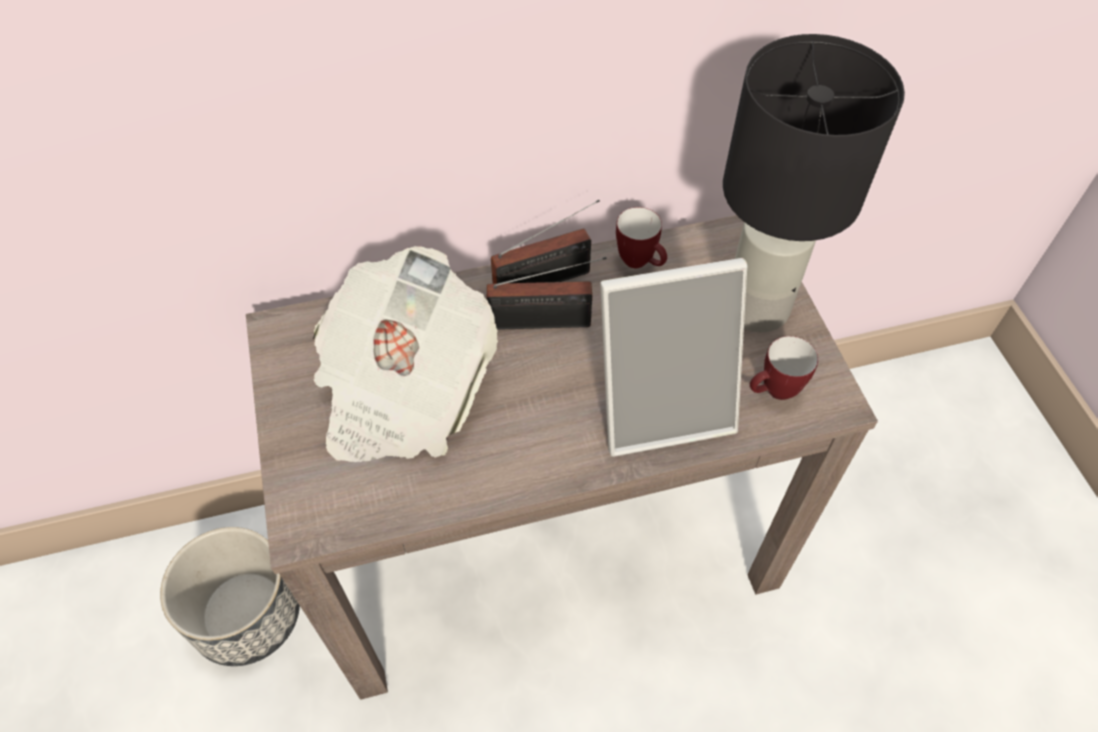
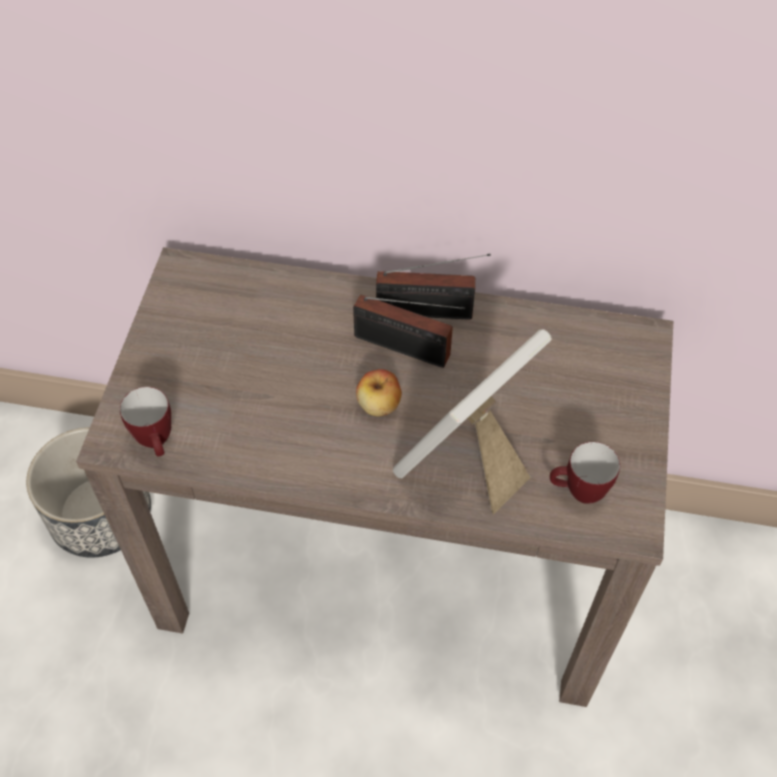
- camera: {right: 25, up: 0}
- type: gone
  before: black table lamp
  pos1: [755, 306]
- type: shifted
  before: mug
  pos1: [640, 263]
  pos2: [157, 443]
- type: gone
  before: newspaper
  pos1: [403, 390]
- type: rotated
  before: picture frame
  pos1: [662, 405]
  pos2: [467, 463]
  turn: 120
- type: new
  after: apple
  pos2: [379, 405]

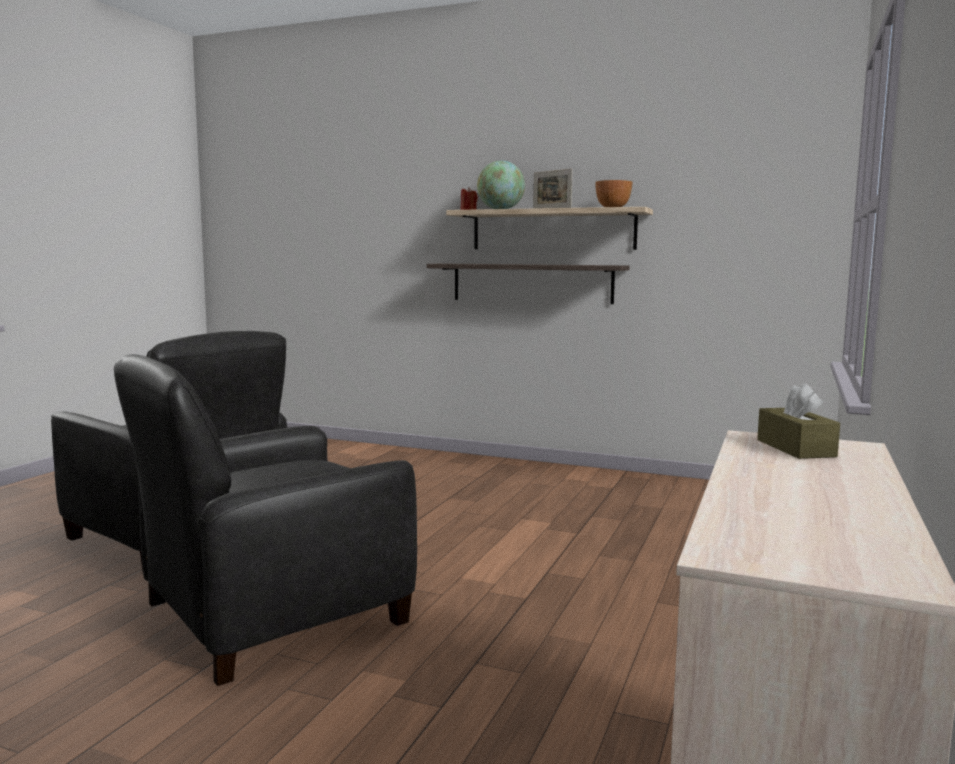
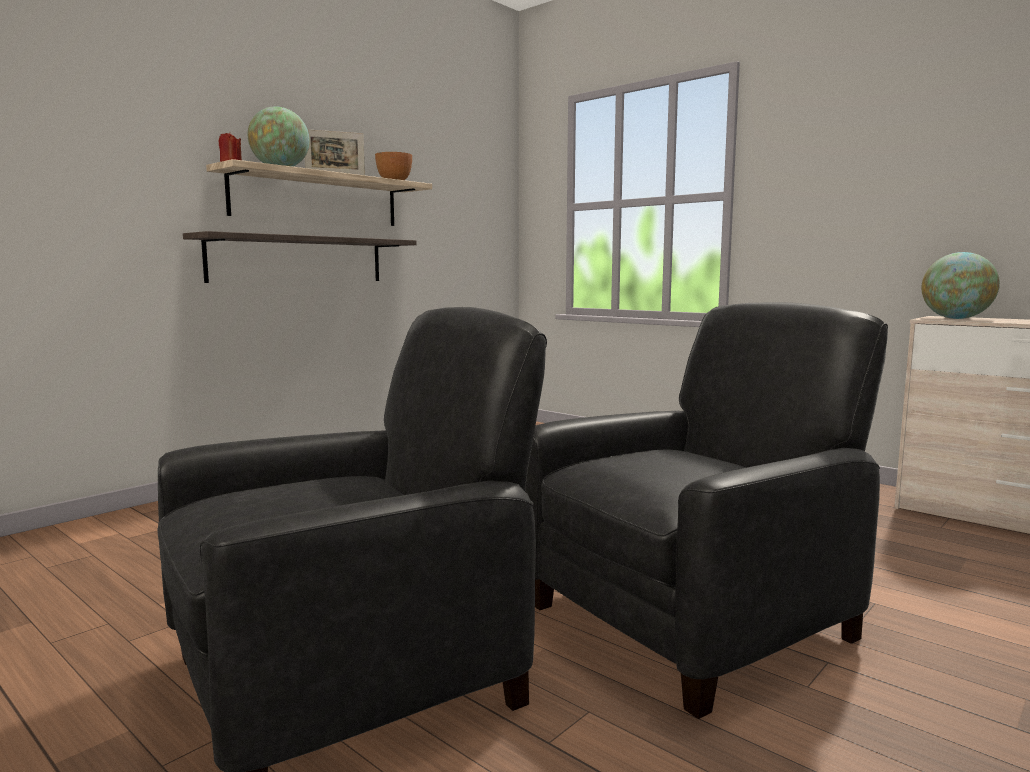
- camera: {right: -70, up: 0}
- type: rotated
  before: black armchair
  pos1: [271, 614]
  pos2: [692, 620]
  turn: -105
- type: swapped
  before: brown tissue box
  after: globe
  pos1: [795, 448]
  pos2: [956, 318]

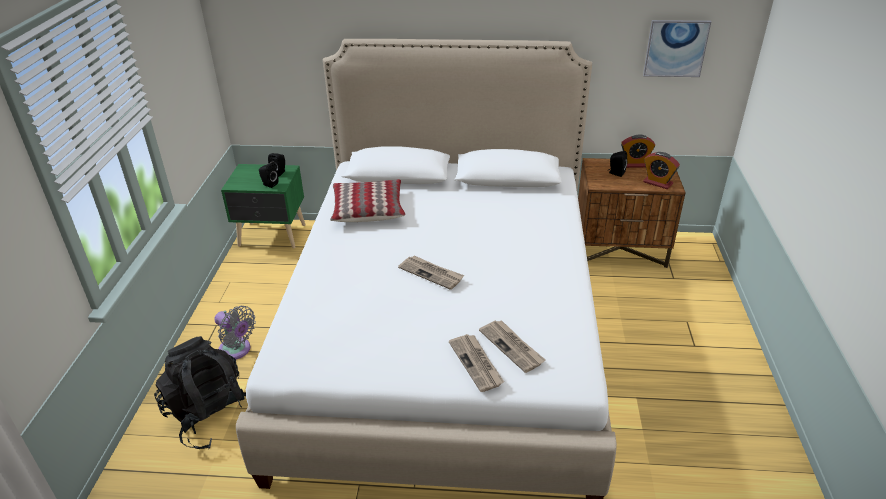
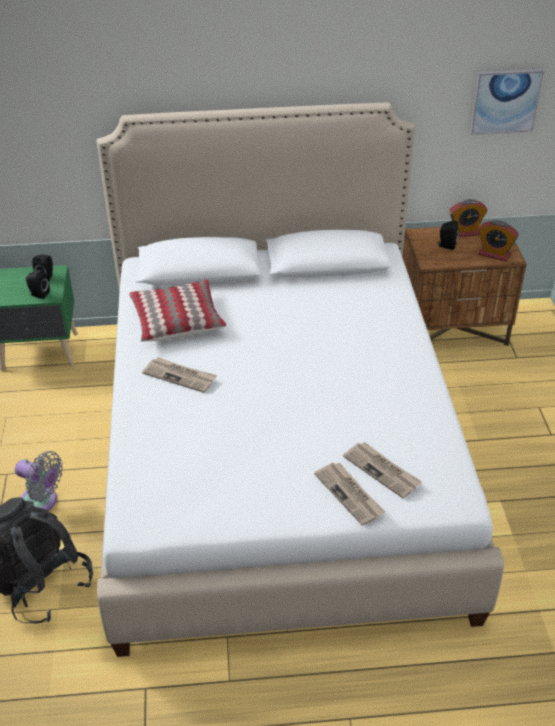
- camera: {right: -10, up: 5}
- type: shifted
  before: newspaper
  pos1: [431, 273]
  pos2: [180, 376]

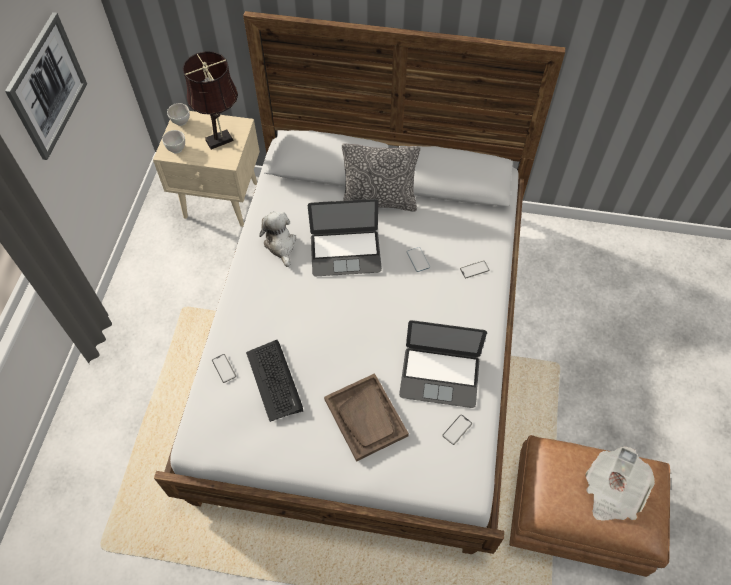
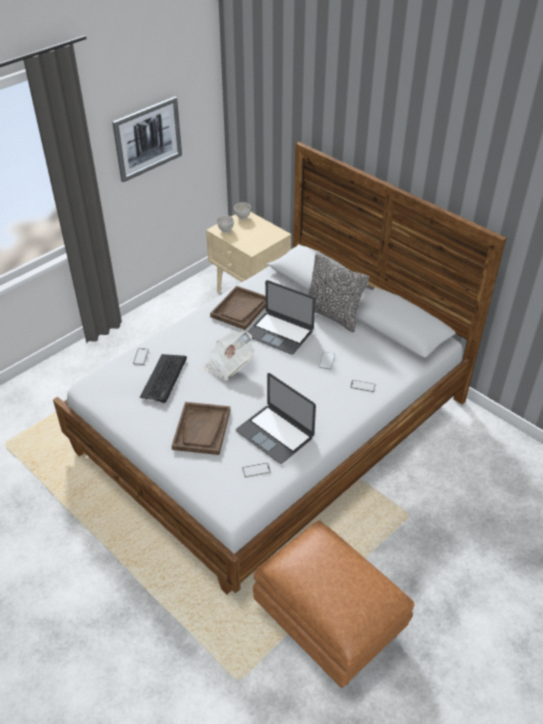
- camera: {right: 35, up: -15}
- type: gone
  before: brown table lamp
  pos1: [222, 139]
- type: swapped
  before: plush toy
  after: brown tray
  pos1: [280, 245]
  pos2: [240, 309]
- type: shifted
  before: newspaper
  pos1: [612, 491]
  pos2: [229, 364]

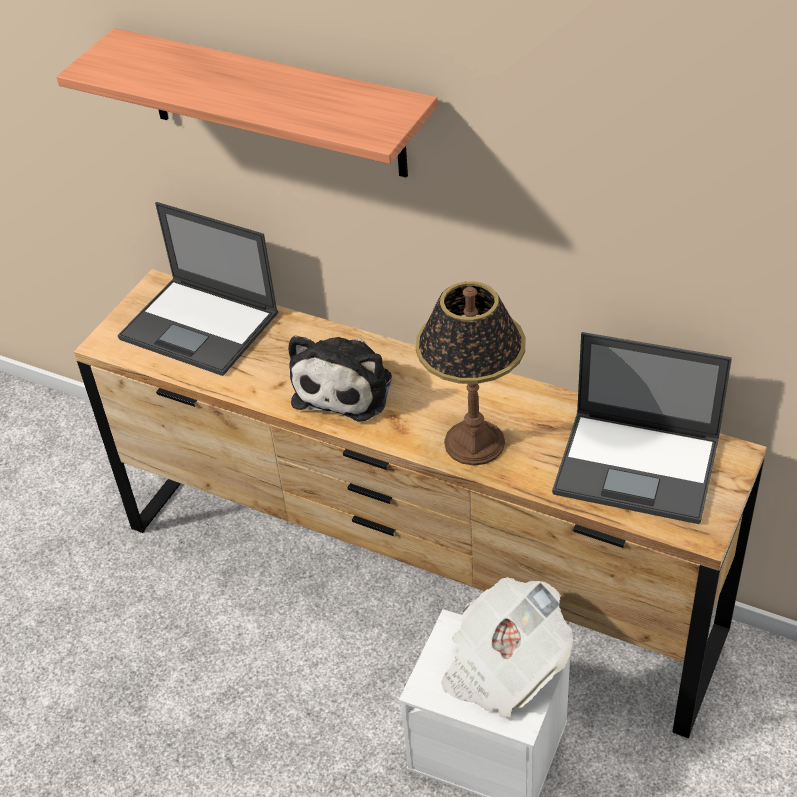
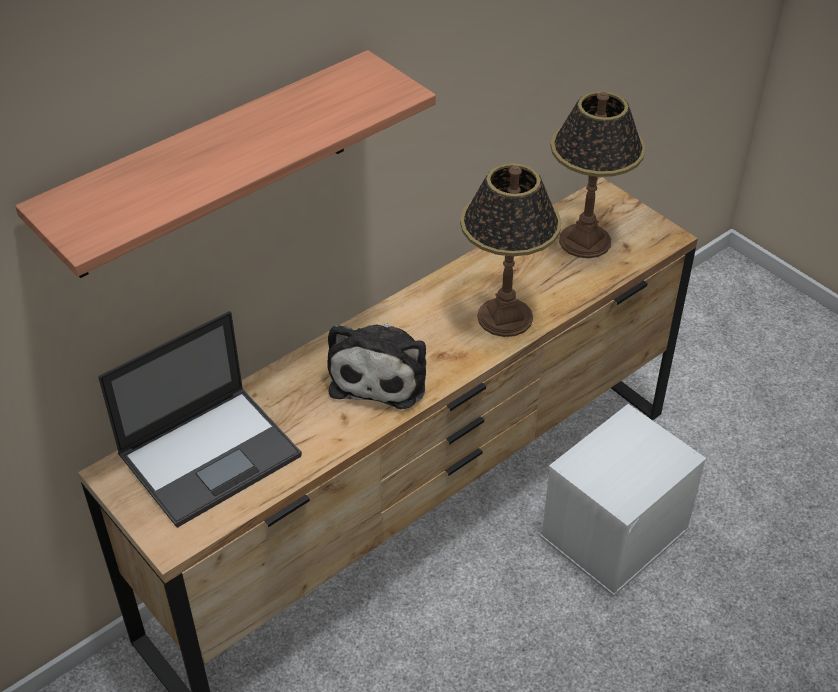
- camera: {right: -70, up: 0}
- type: swapped
  before: laptop
  after: table lamp
  pos1: [639, 466]
  pos2: [585, 241]
- type: rotated
  before: plush toy
  pos1: [346, 387]
  pos2: [381, 373]
  turn: 60
- type: gone
  before: newspaper
  pos1: [503, 666]

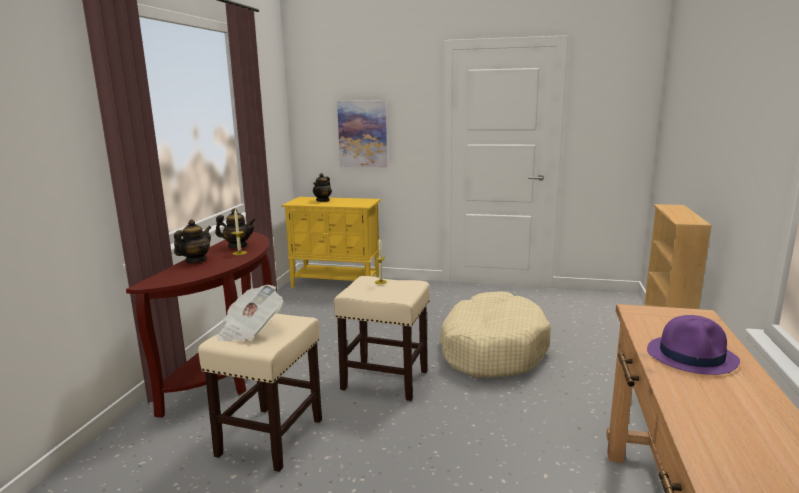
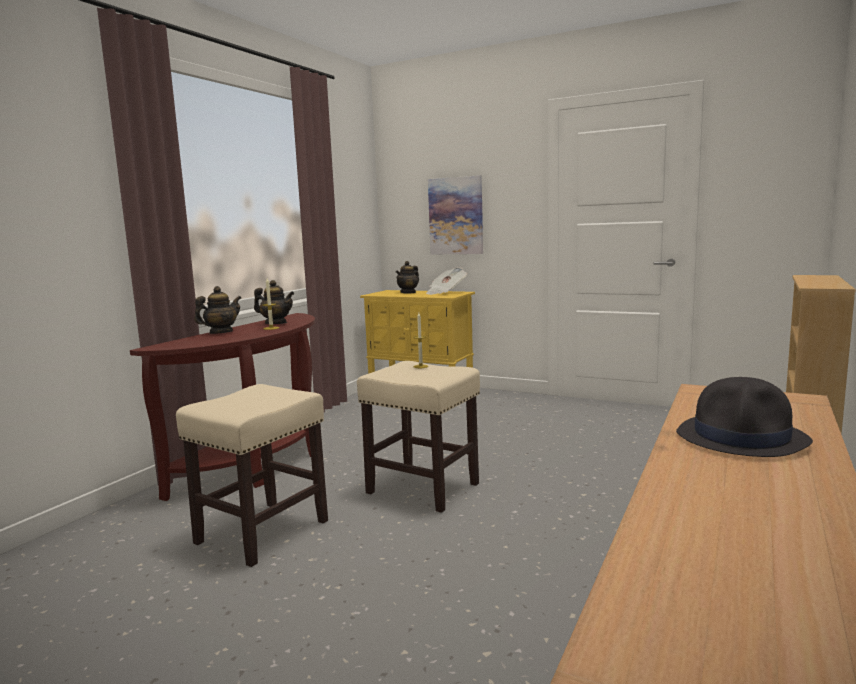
- camera: {right: 15, up: -5}
- type: shifted
  before: newspaper
  pos1: [250, 330]
  pos2: [445, 292]
- type: gone
  before: beige dog bed
  pos1: [492, 349]
- type: repainted
  before: purple hat
  after: black hat
  pos1: [692, 356]
  pos2: [742, 438]

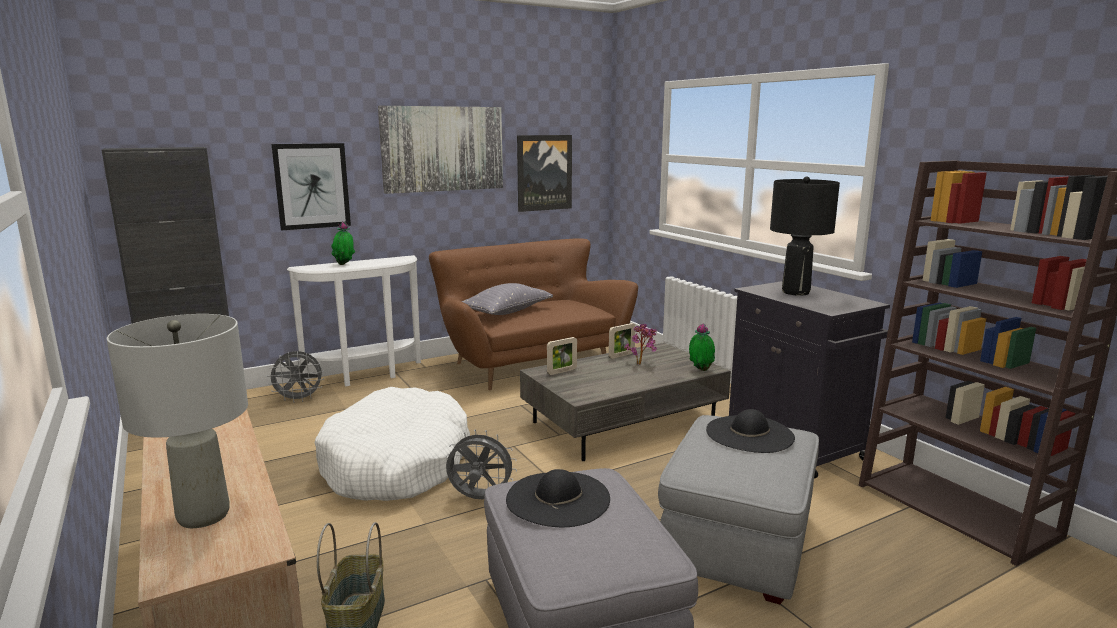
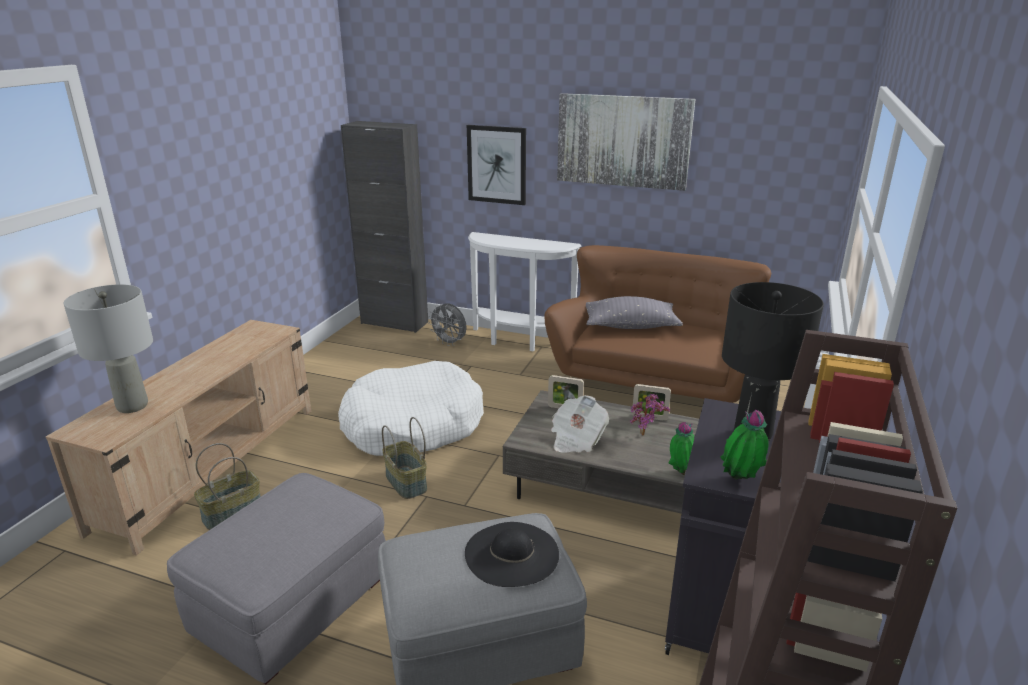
- camera: {right: 50, up: 10}
- type: gone
  before: picture
  pos1: [544, 172]
- type: shifted
  before: potted plant
  pos1: [344, 265]
  pos2: [740, 480]
- type: swapped
  before: grey fan
  after: basket
  pos1: [479, 499]
  pos2: [405, 482]
- type: gone
  before: black hat
  pos1: [558, 498]
- type: new
  after: newspaper
  pos2: [576, 439]

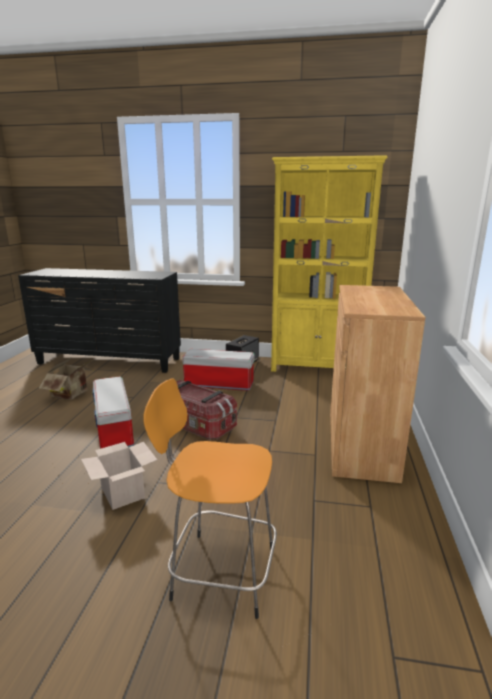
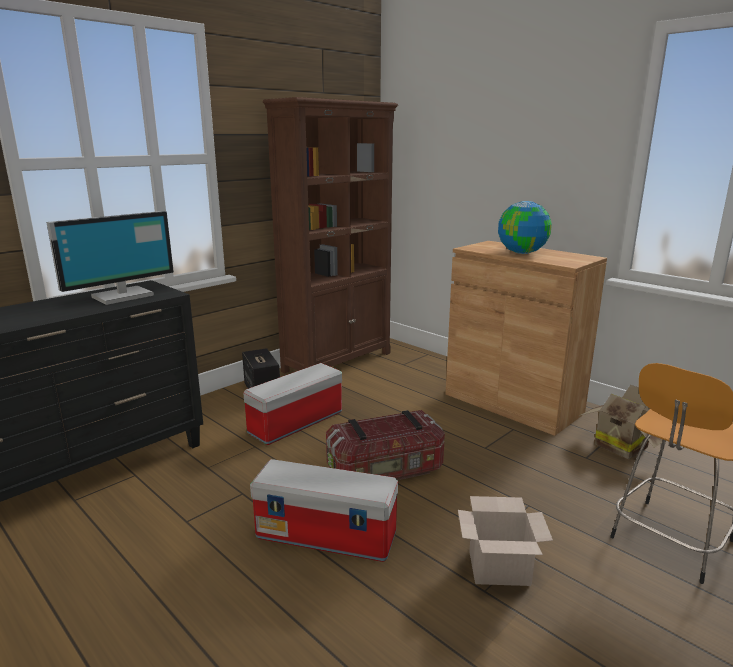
- camera: {right: -55, up: 0}
- type: repainted
  before: yellow bookcase
  after: brown bookcase
  pos1: [317, 368]
  pos2: [338, 362]
- type: shifted
  before: cardboard box
  pos1: [72, 394]
  pos2: [621, 445]
- type: new
  after: globe
  pos2: [522, 252]
- type: new
  after: monitor
  pos2: [121, 296]

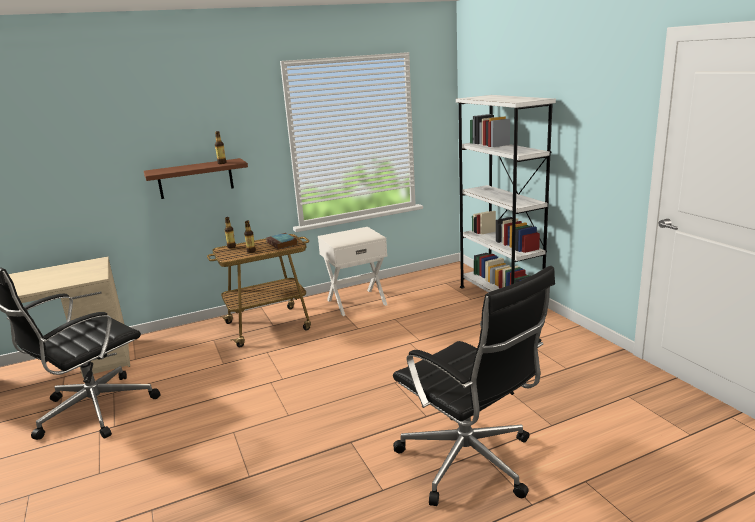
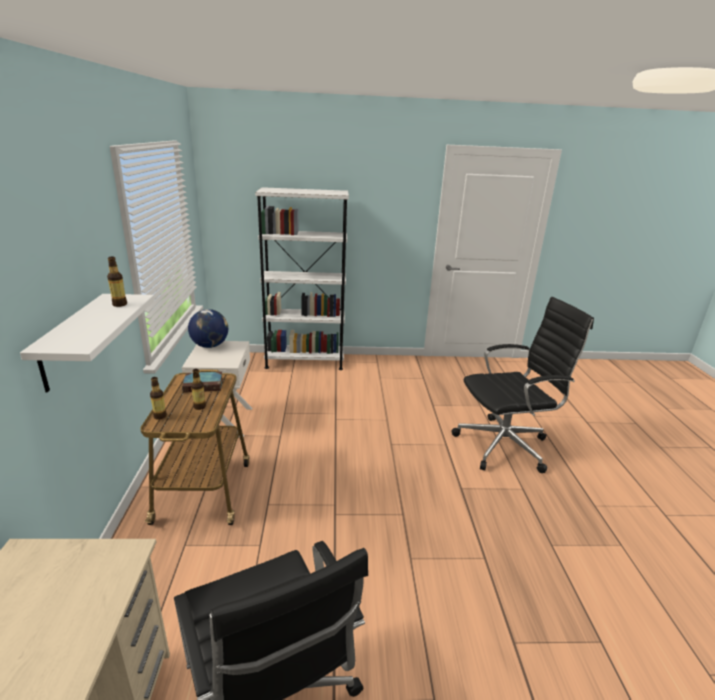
- camera: {right: -70, up: 5}
- type: repainted
  before: brown shelf
  after: white shelf
  pos1: [195, 178]
  pos2: [72, 341]
- type: new
  after: globe
  pos2: [210, 345]

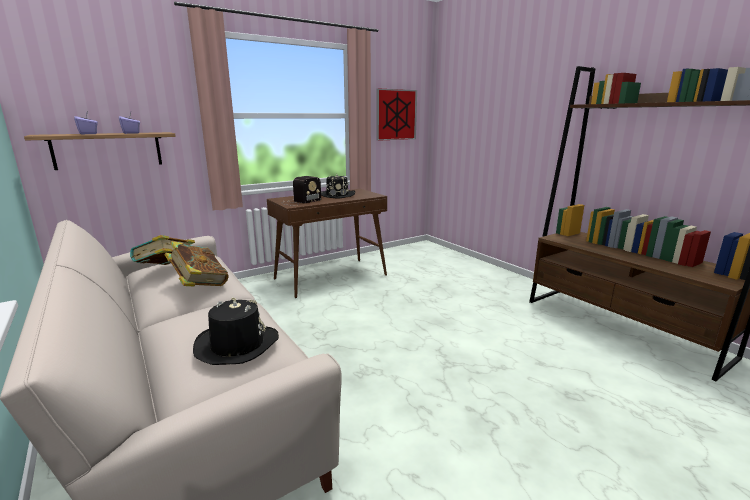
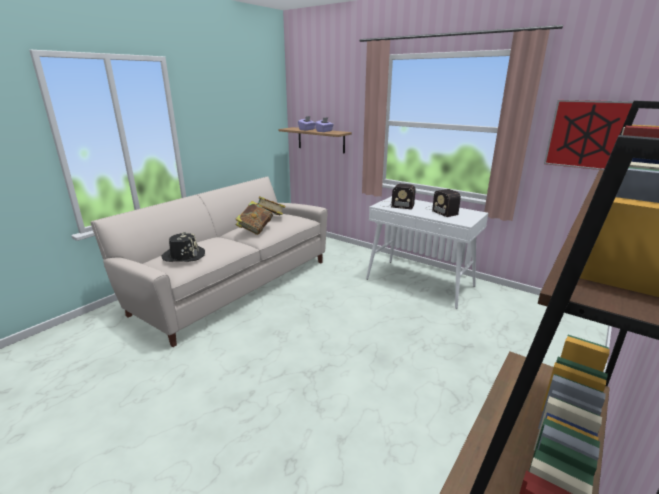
- camera: {right: 70, up: 5}
- type: swapped
  before: black hat
  after: radio
  pos1: [337, 195]
  pos2: [440, 210]
- type: repainted
  before: brown console table
  after: white console table
  pos1: [331, 277]
  pos2: [420, 283]

